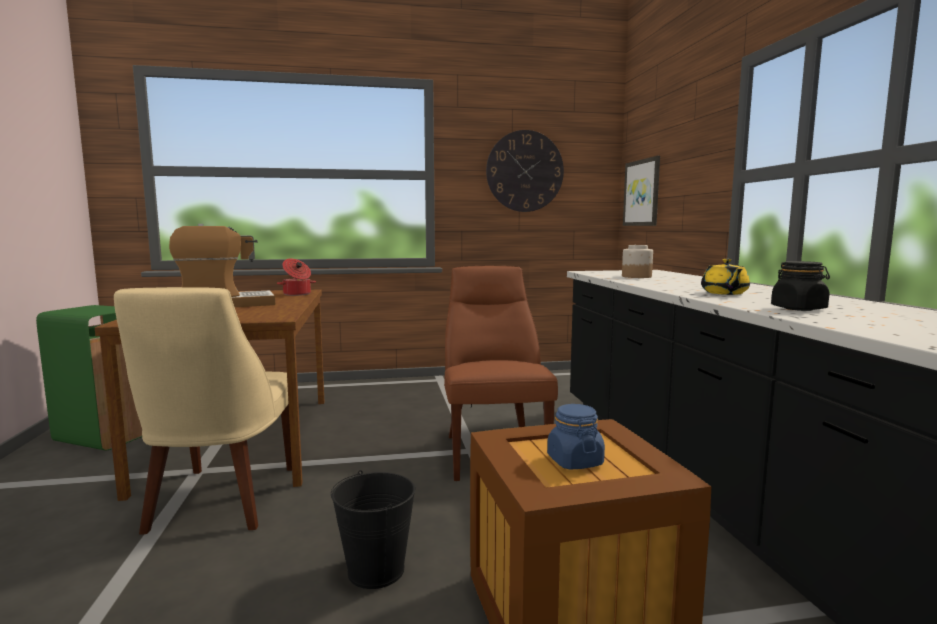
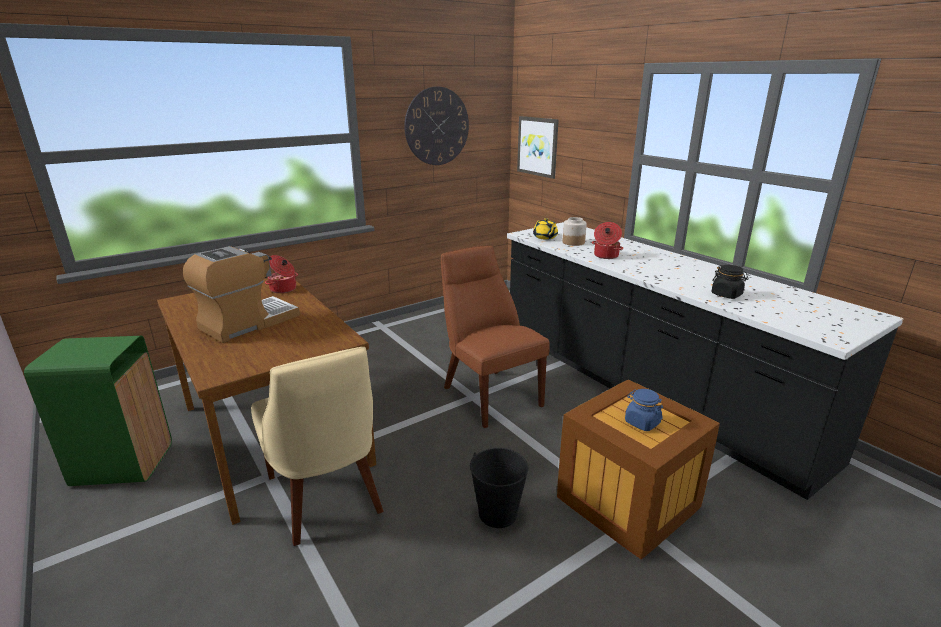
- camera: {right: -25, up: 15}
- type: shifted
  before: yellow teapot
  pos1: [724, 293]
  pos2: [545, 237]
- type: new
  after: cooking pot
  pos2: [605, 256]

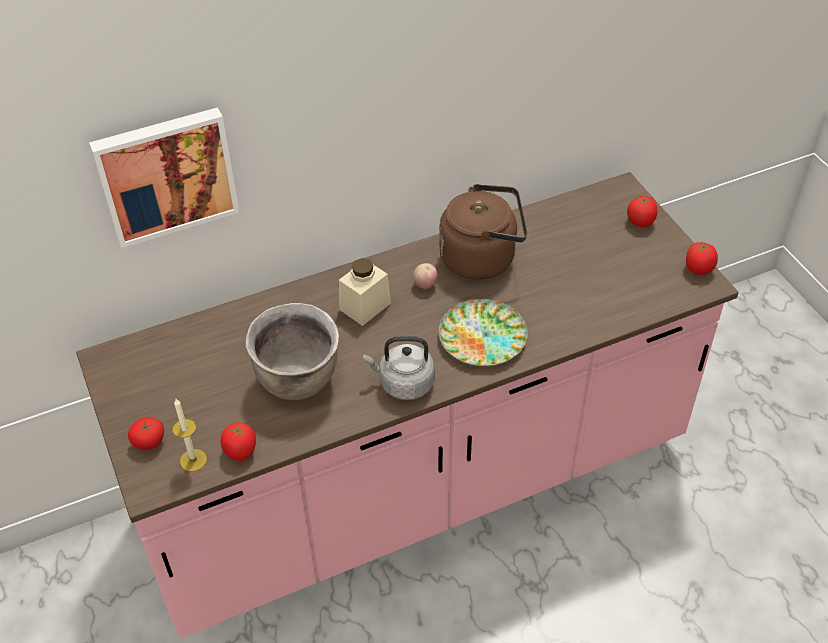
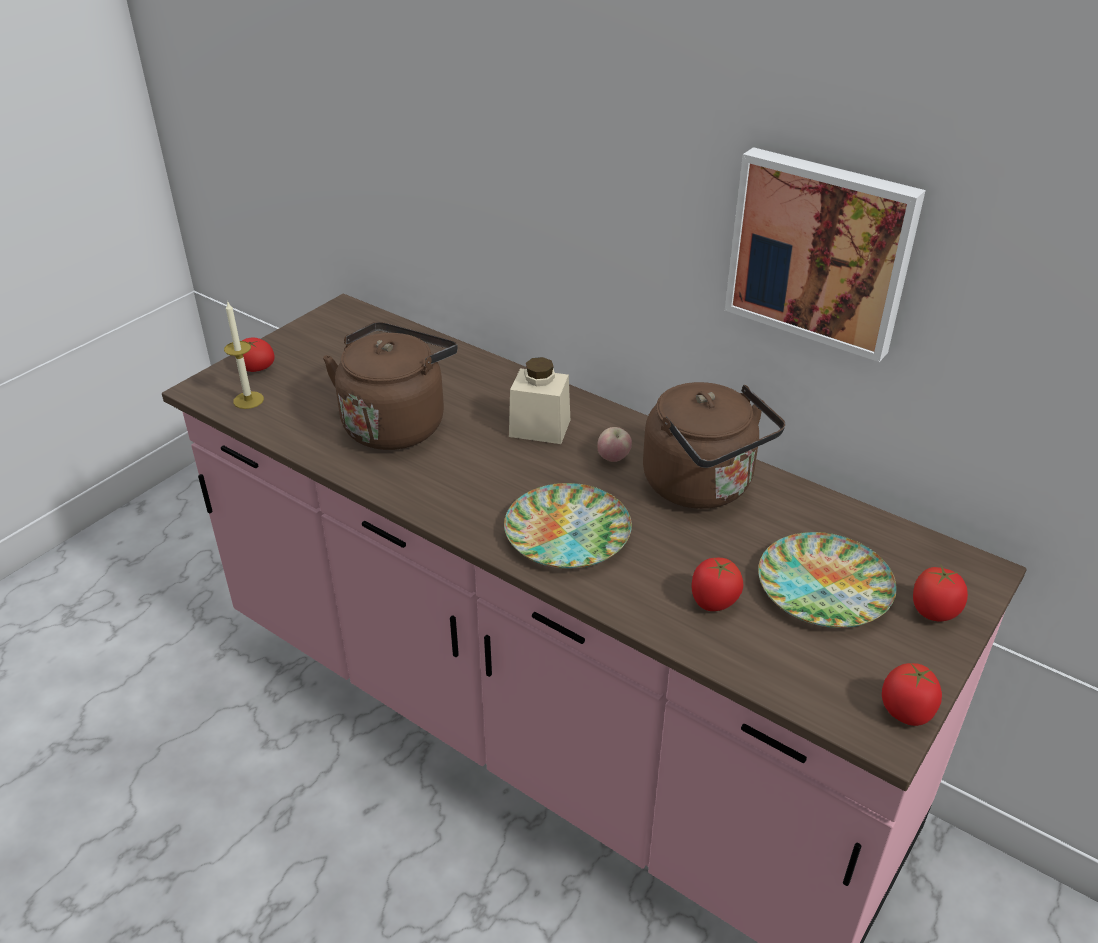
- camera: {right: 60, up: -10}
- type: shifted
  before: picture
  pos1: [166, 174]
  pos2: [821, 251]
- type: swapped
  before: brown cooking pot
  after: brown kettle
  pos1: [298, 379]
  pos2: [396, 423]
- type: gone
  before: grey kettle
  pos1: [403, 383]
- type: shifted
  before: tomato
  pos1: [241, 452]
  pos2: [713, 602]
- type: new
  after: plate
  pos2: [824, 588]

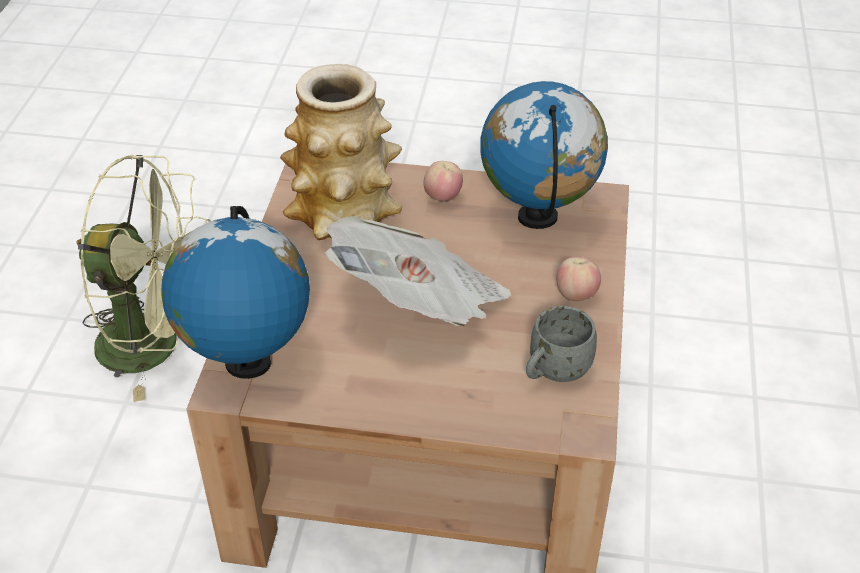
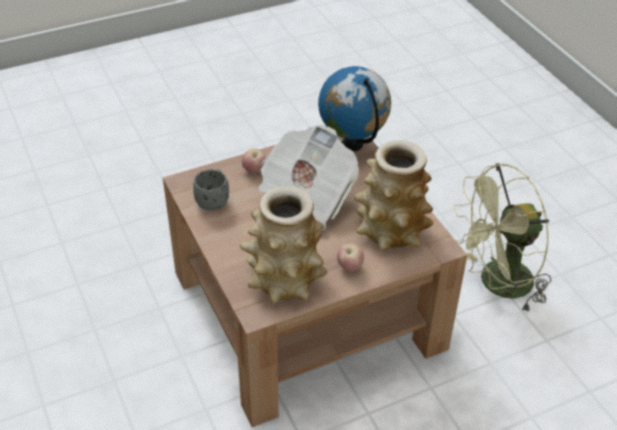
- camera: {right: 145, up: 0}
- type: swapped
  before: globe
  after: vase
  pos1: [538, 217]
  pos2: [284, 280]
- type: shifted
  before: apple
  pos1: [576, 295]
  pos2: [254, 170]

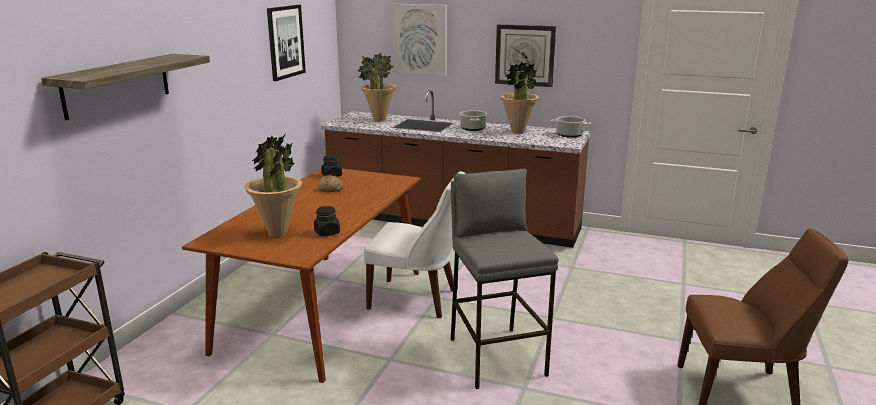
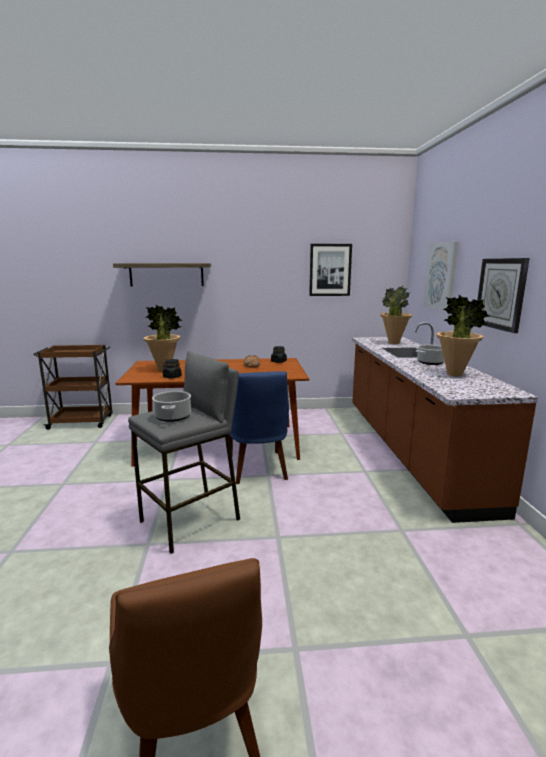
- camera: {right: 65, up: -5}
- type: shifted
  before: cooking pot
  pos1: [569, 135]
  pos2: [172, 417]
- type: repainted
  before: white chair
  after: blue chair
  pos1: [417, 299]
  pos2: [258, 468]

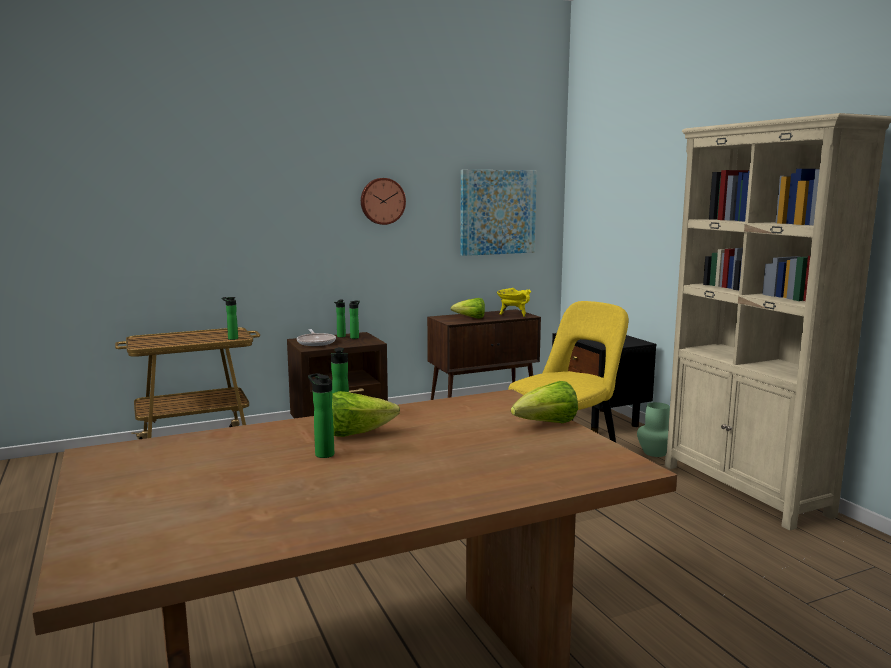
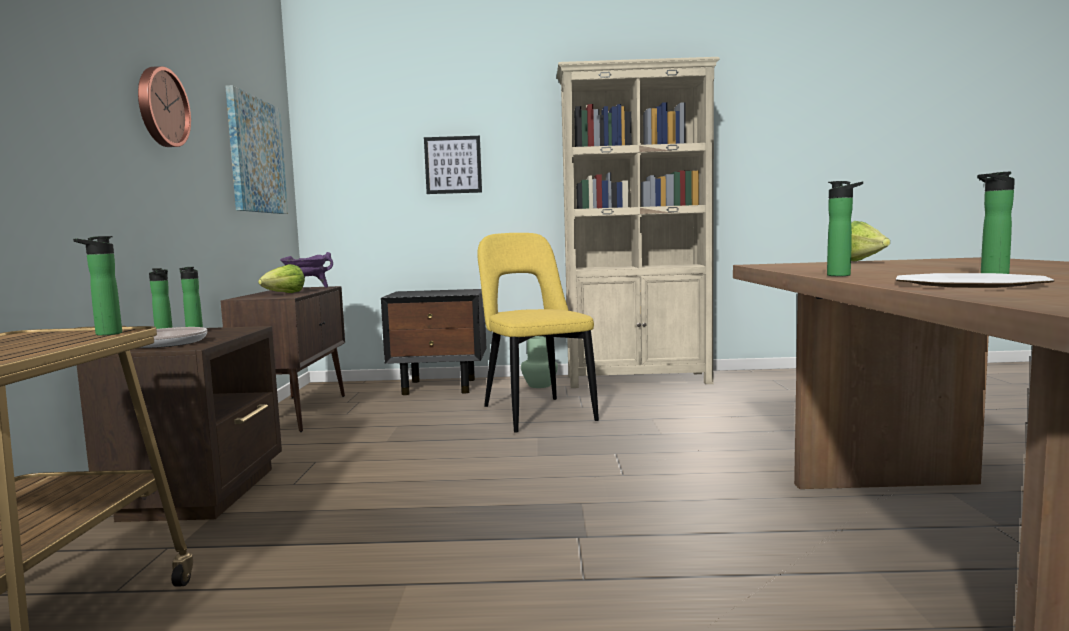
- camera: {right: -65, up: -5}
- type: repainted
  before: yellow cooking pot
  after: purple cooking pot
  pos1: [513, 314]
  pos2: [307, 288]
- type: gone
  before: lettuce
  pos1: [357, 434]
- type: new
  after: picture
  pos2: [453, 165]
- type: new
  after: plate
  pos2: [970, 284]

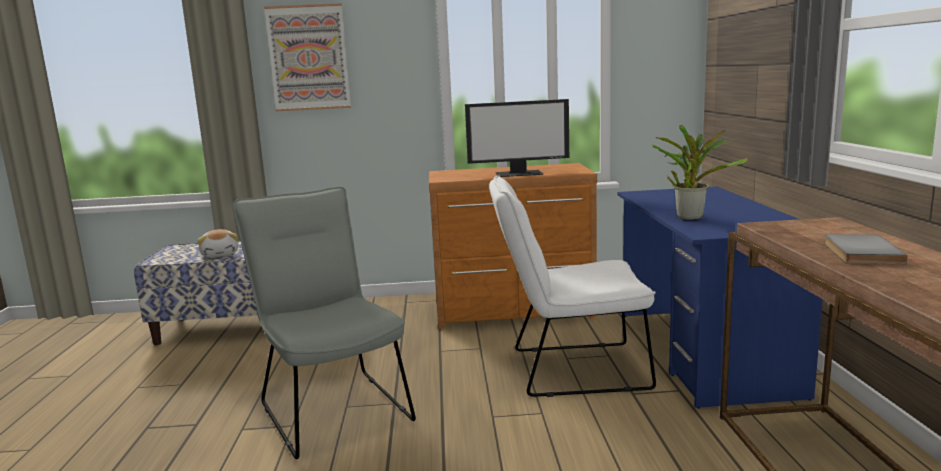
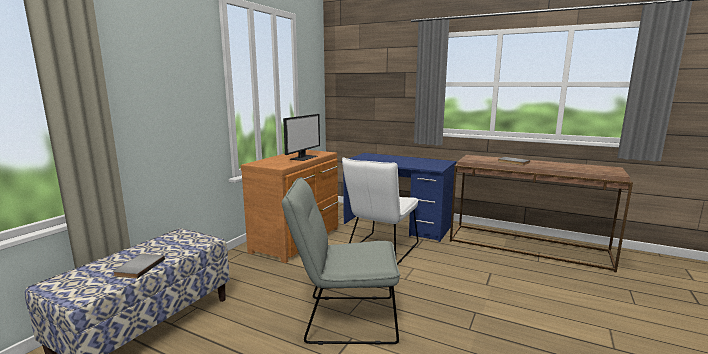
- camera: {right: -60, up: 0}
- type: gone
  before: picture
  pos1: [308, 58]
- type: gone
  before: potted plant
  pos1: [689, 217]
- type: swapped
  before: plush toy
  after: grey book
  pos1: [221, 254]
  pos2: [138, 267]

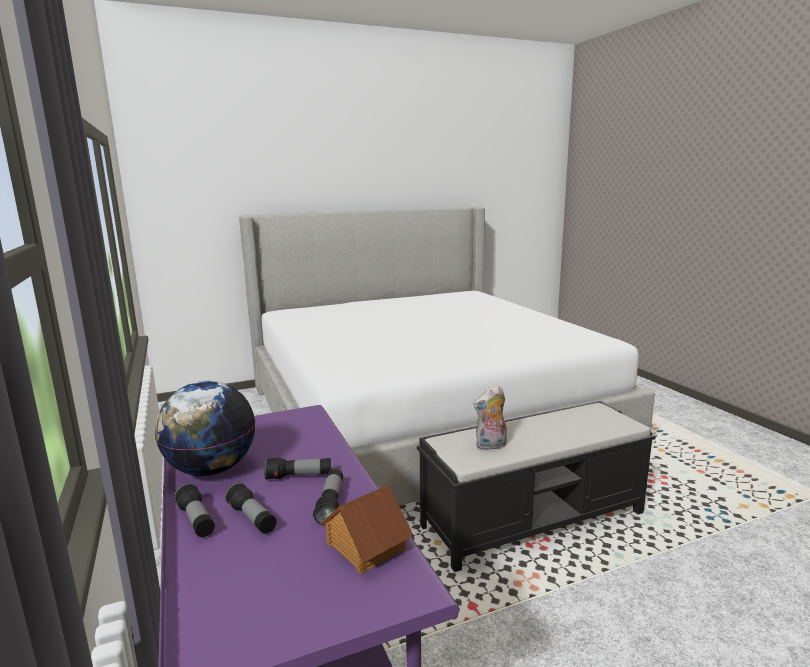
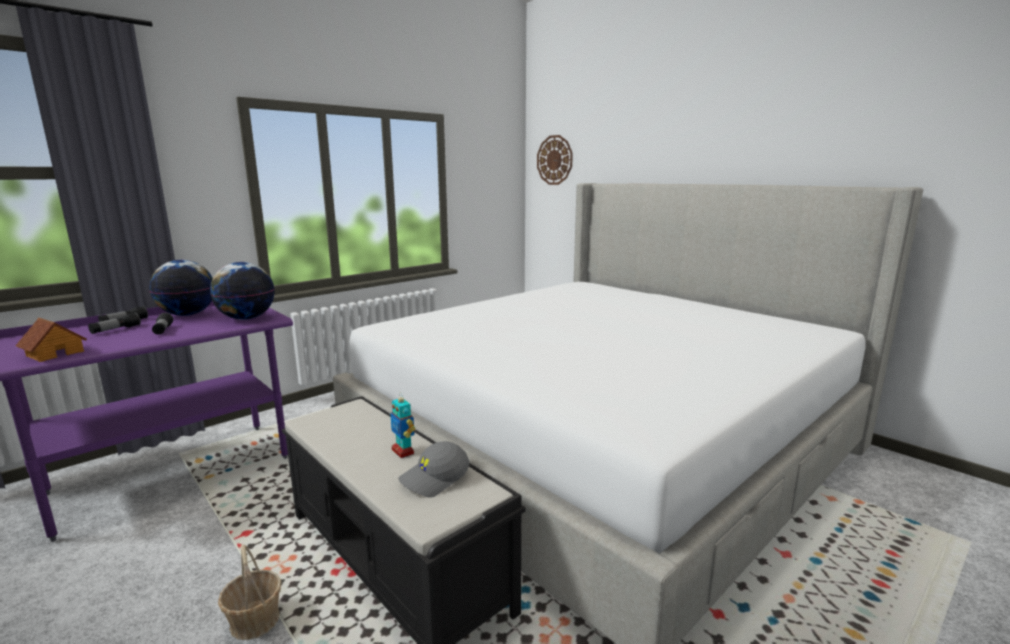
- camera: {right: 70, up: 0}
- type: gone
  before: plush toy
  pos1: [491, 446]
- type: gone
  before: flashlight
  pos1: [331, 504]
- type: new
  after: wall clock
  pos2: [554, 160]
- type: new
  after: globe
  pos2: [246, 318]
- type: new
  after: toy robot
  pos2: [403, 451]
- type: new
  after: grey cap
  pos2: [435, 479]
- type: new
  after: basket
  pos2: [254, 621]

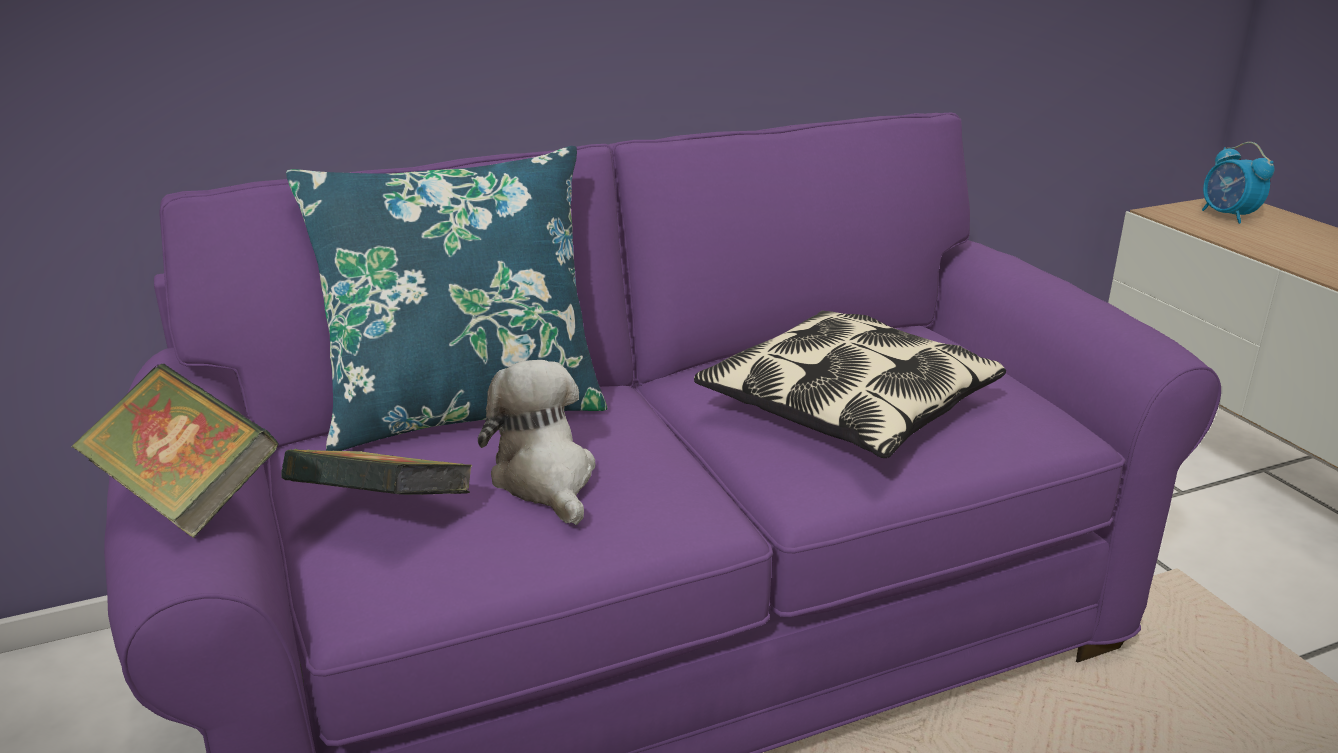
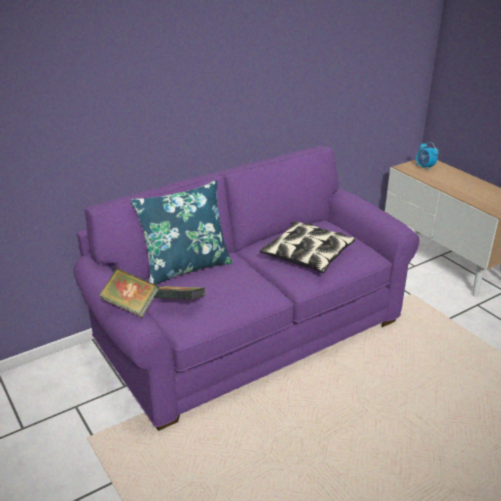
- camera: {right: -10, up: 5}
- type: gone
  before: plush toy
  pos1: [546, 480]

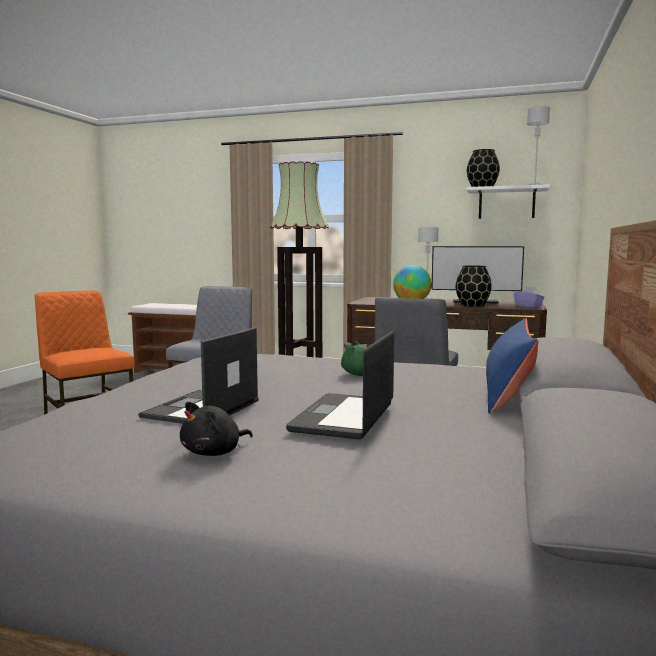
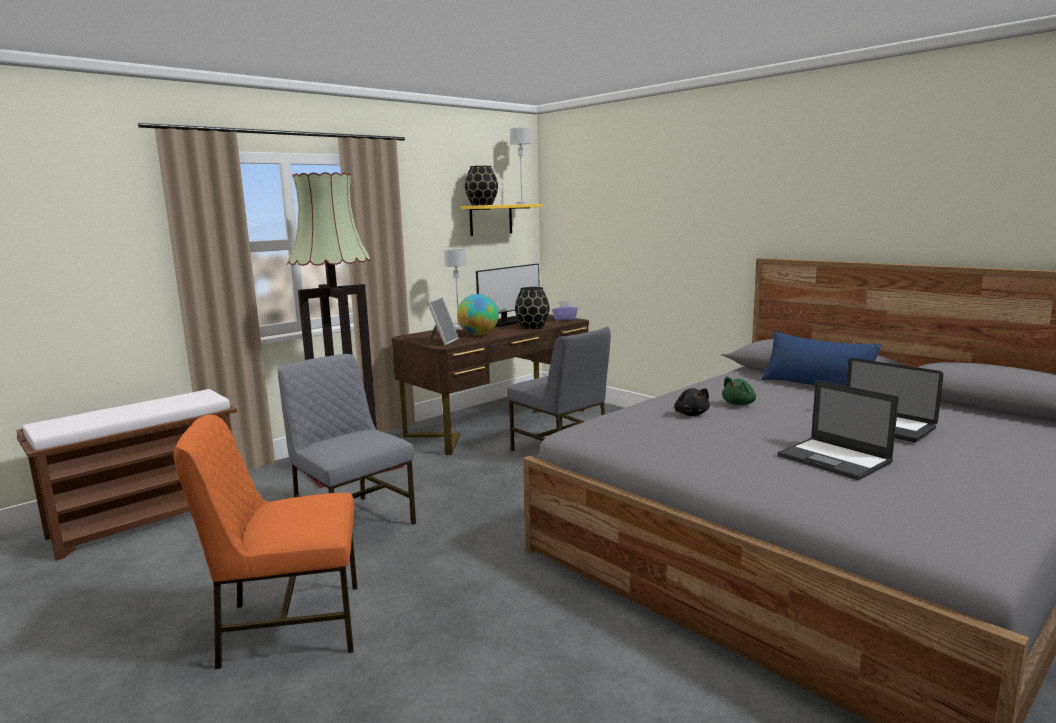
- camera: {right: -60, up: 5}
- type: repainted
  before: white shelf
  after: yellow shelf
  pos1: [506, 203]
  pos2: [491, 219]
- type: shifted
  before: black plush toy
  pos1: [214, 452]
  pos2: [691, 414]
- type: new
  after: picture frame
  pos2: [442, 342]

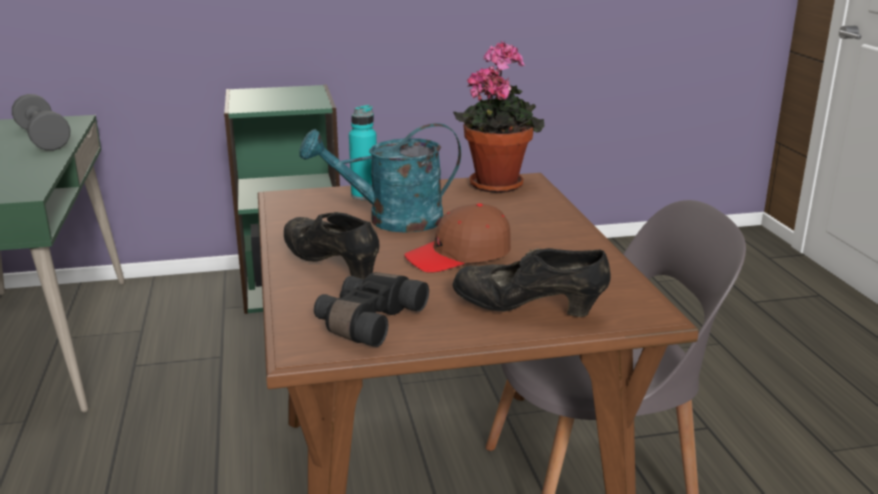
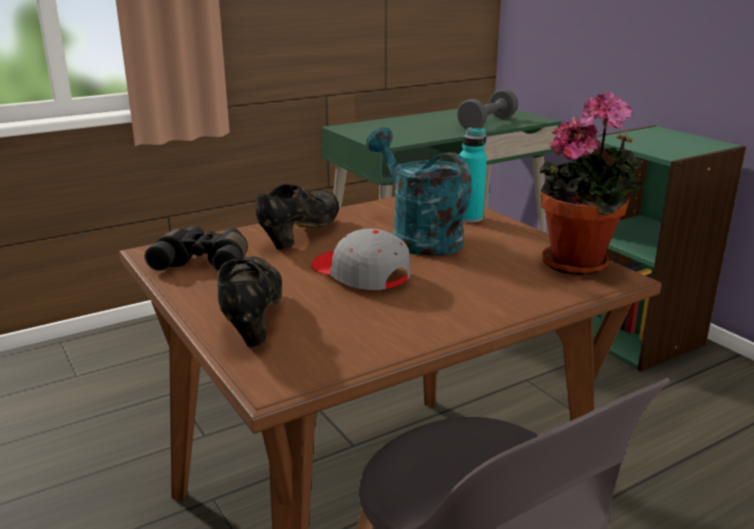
- camera: {right: 70, up: 0}
- type: repainted
  before: brown cap
  after: grey cap
  pos1: [459, 255]
  pos2: [360, 274]

